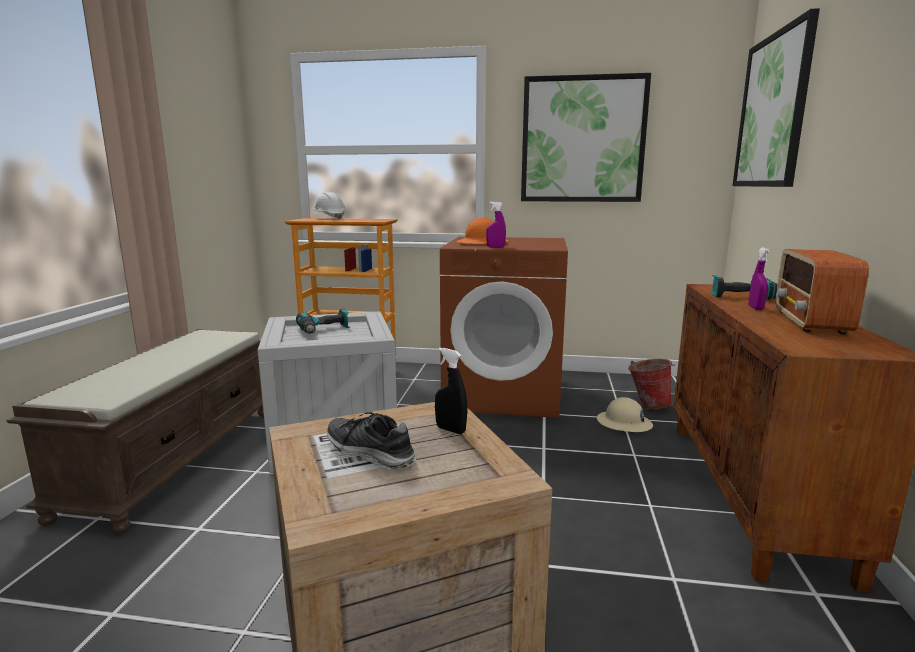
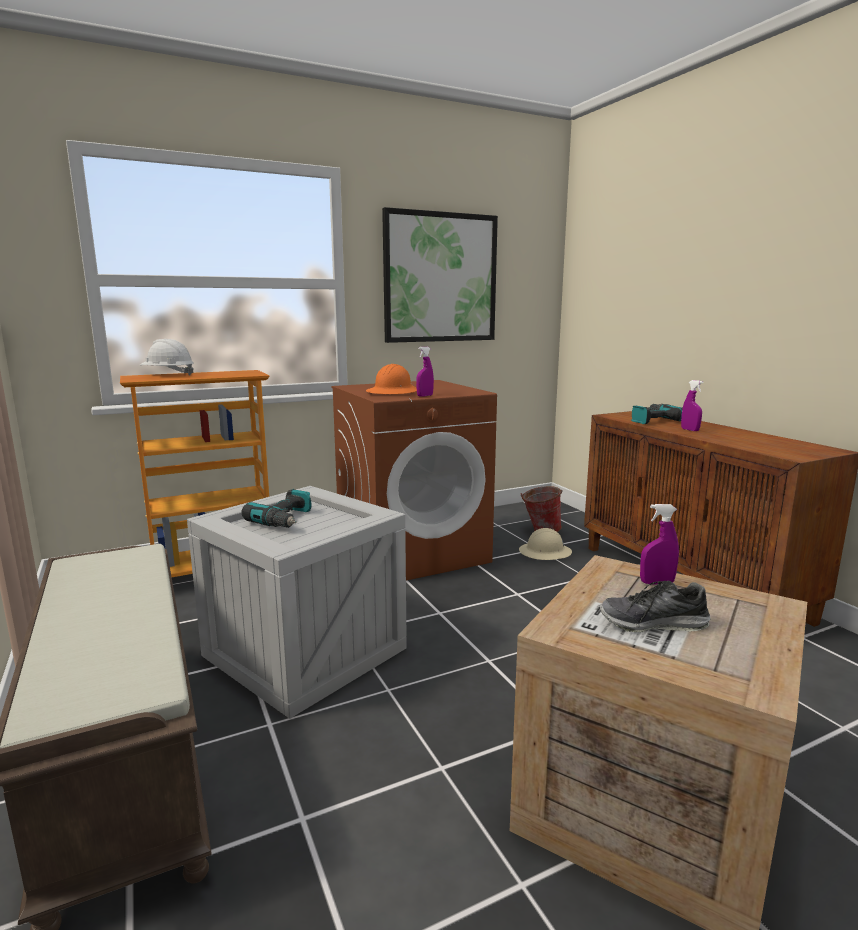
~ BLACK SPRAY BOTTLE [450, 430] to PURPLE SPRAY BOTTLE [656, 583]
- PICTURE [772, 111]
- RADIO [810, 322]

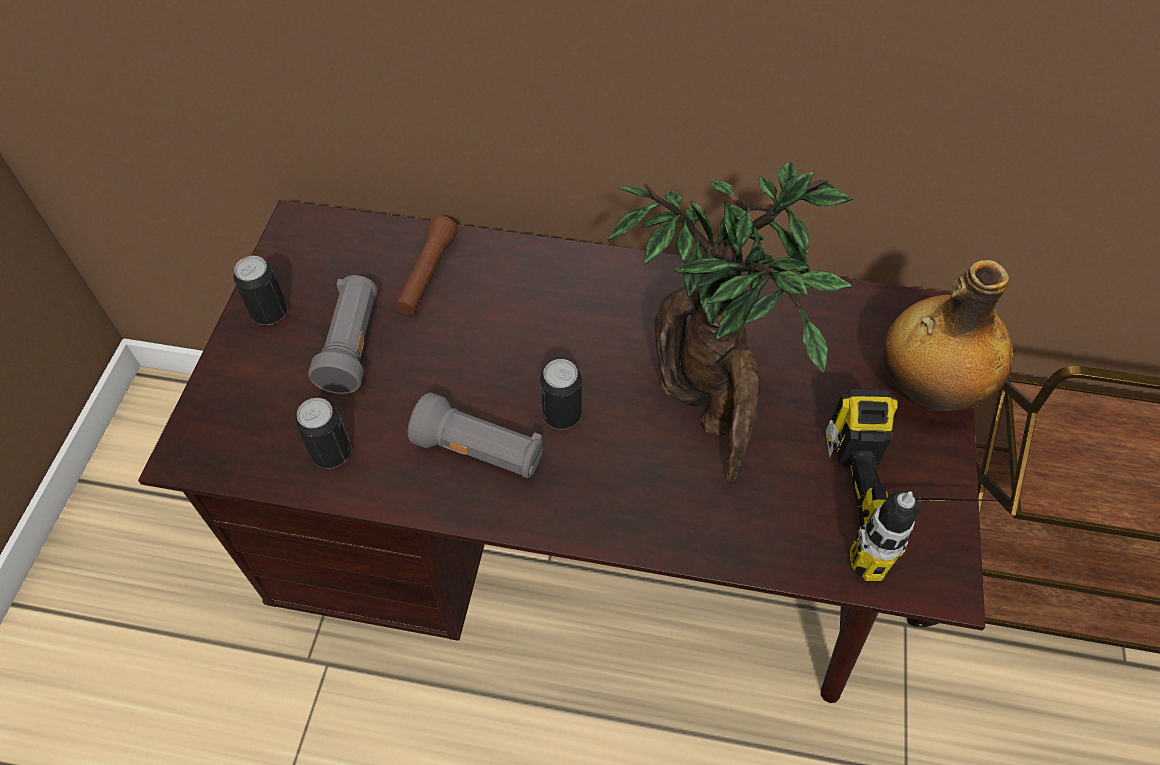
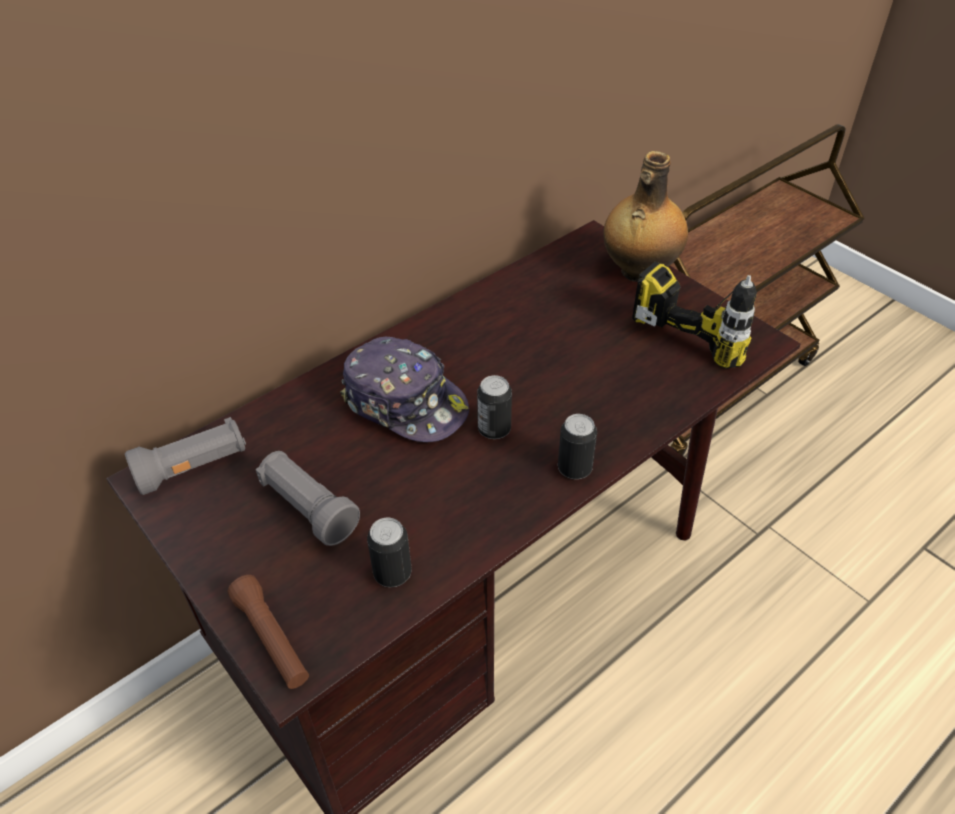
~ GREY FLASHLIGHT [480, 452] to [194, 468]
~ BROWN FLASHLIGHT [427, 274] to [271, 639]
+ CAP [405, 403]
~ CAN [270, 313] to [574, 468]
- POTTED PLANT [706, 413]

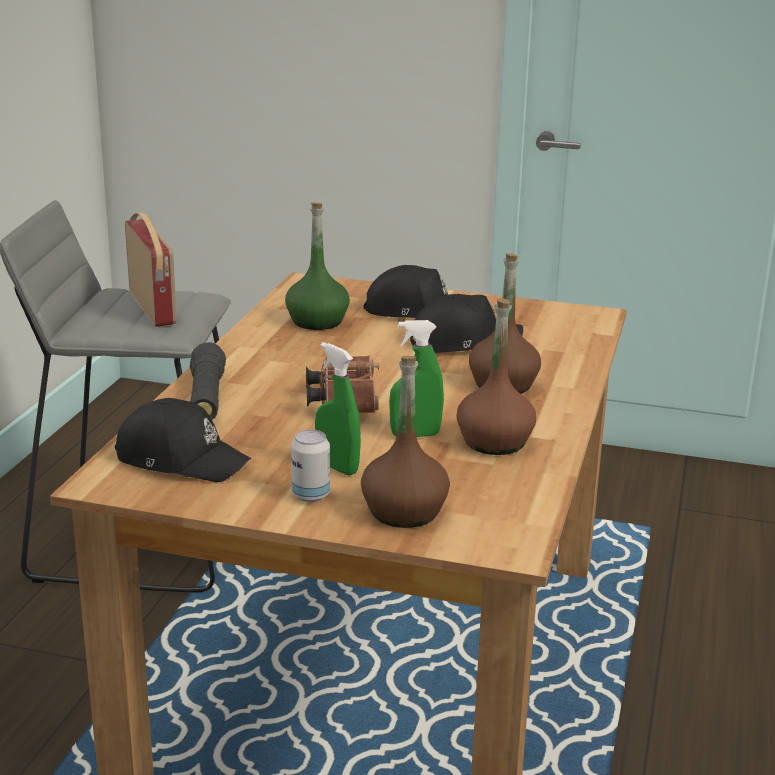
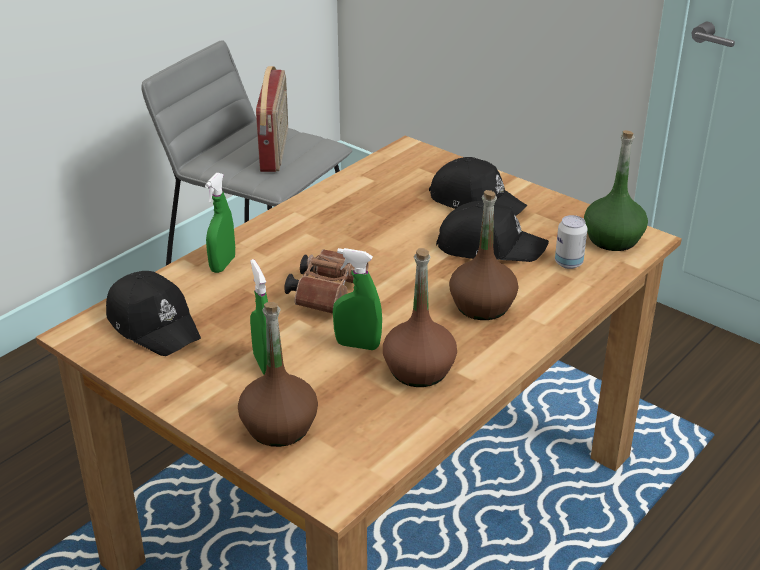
~ BLACK FLASHLIGHT [206, 399] to GREEN SPRAY BOTTLE [223, 264]
~ CAN [310, 495] to [568, 263]
~ GREEN BOTTLE [317, 321] to [613, 239]

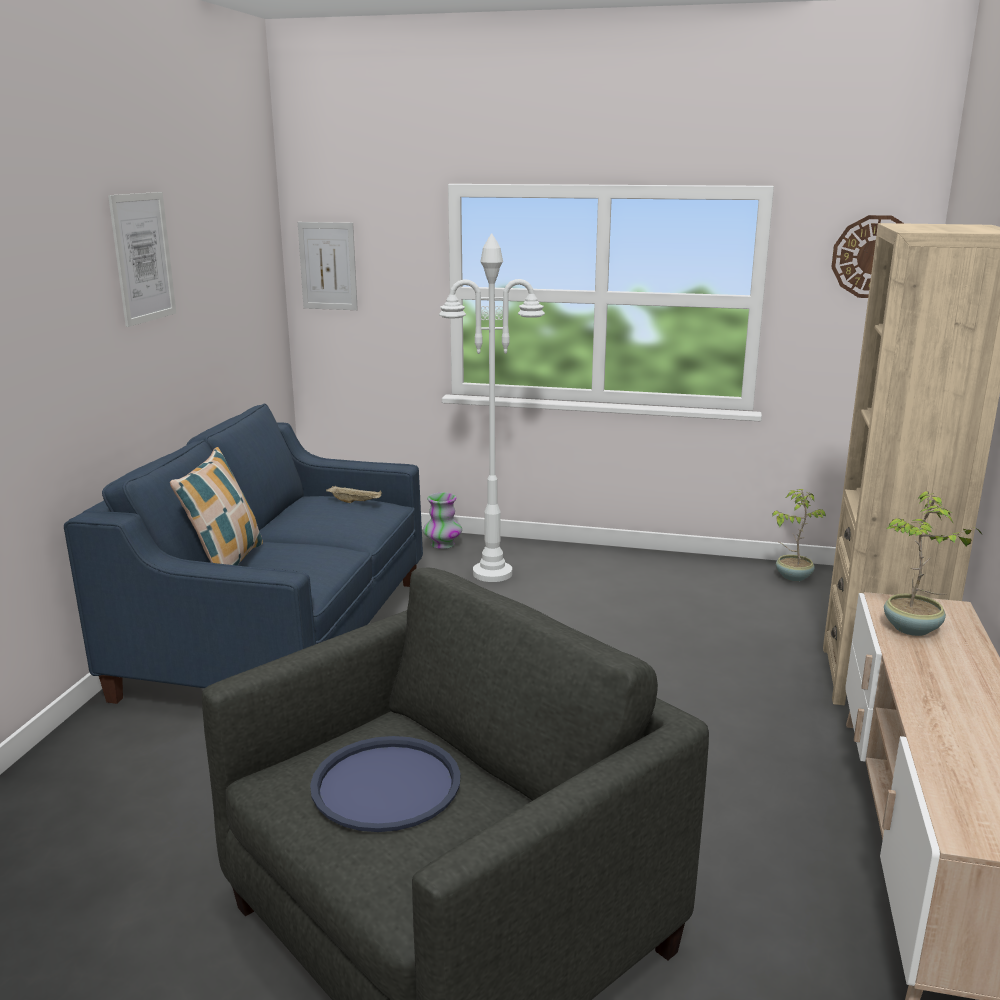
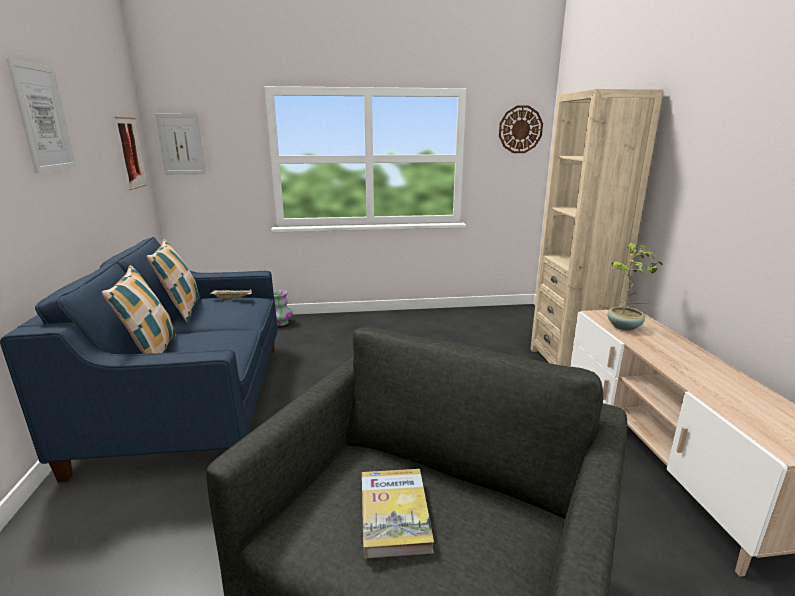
+ PICTURE [131, 153]
+ PILLOW [182, 311]
~ BLUE TRAY [386, 784] to BOOK [394, 514]
- WHITE FLOOR LAMP [493, 573]
- POTTED PLANT [792, 576]

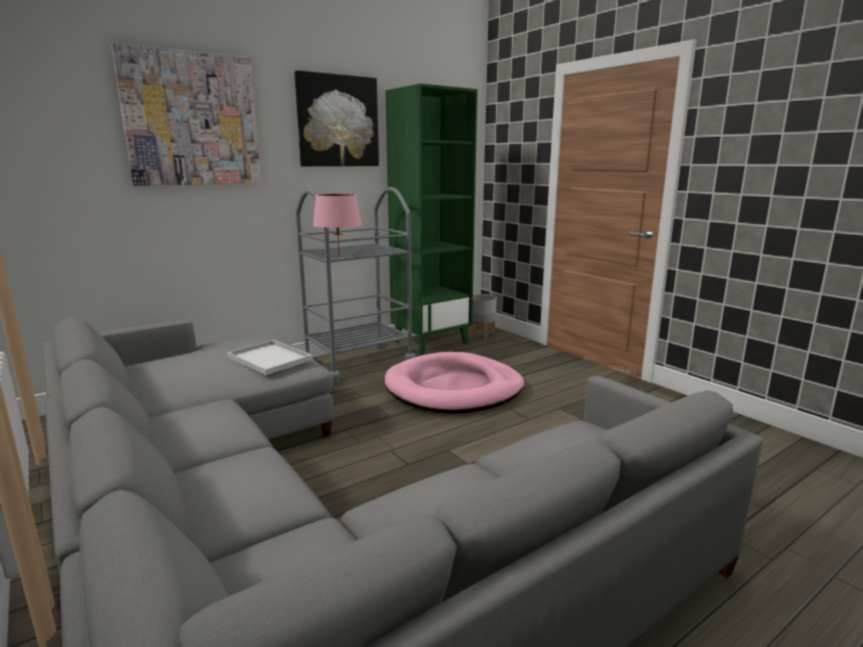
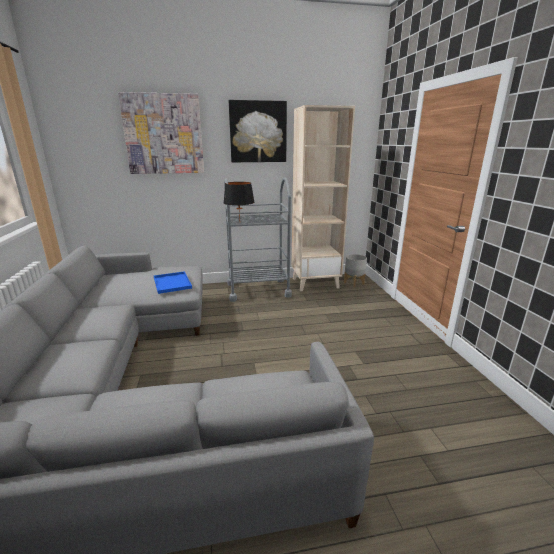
~ WHITE TRAY [271, 358] to BLUE TRAY [173, 283]
~ PINK TABLE LAMP [339, 256] to BLACK TABLE LAMP [239, 222]
~ GREEN BOOKCASE [431, 342] to BEIGE BOOKCASE [315, 283]
- PINK DOG BED [454, 389]

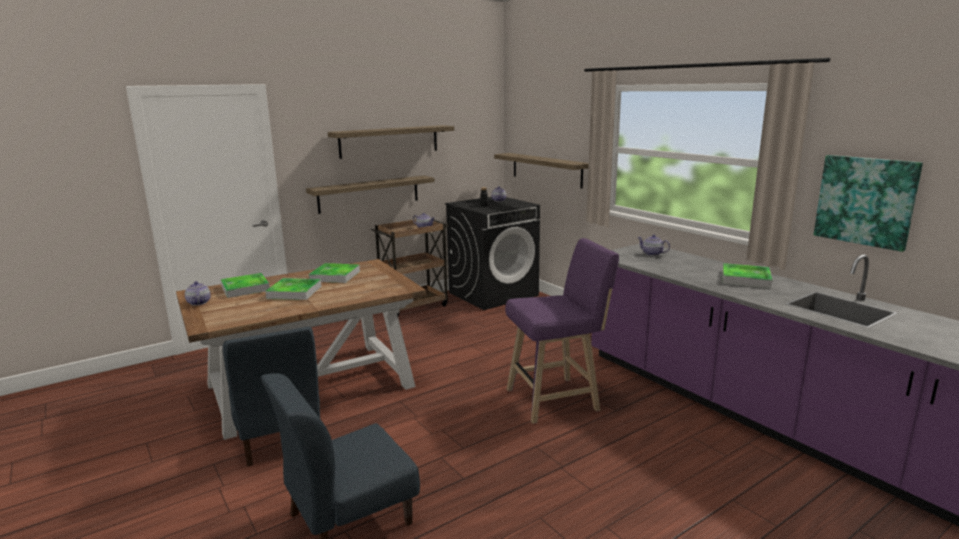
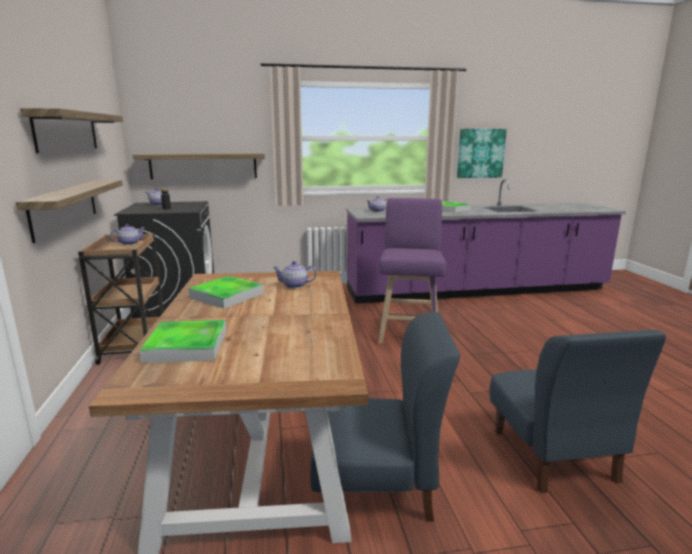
~ TEAPOT [198, 303] to [295, 285]
- TRAY [294, 292]

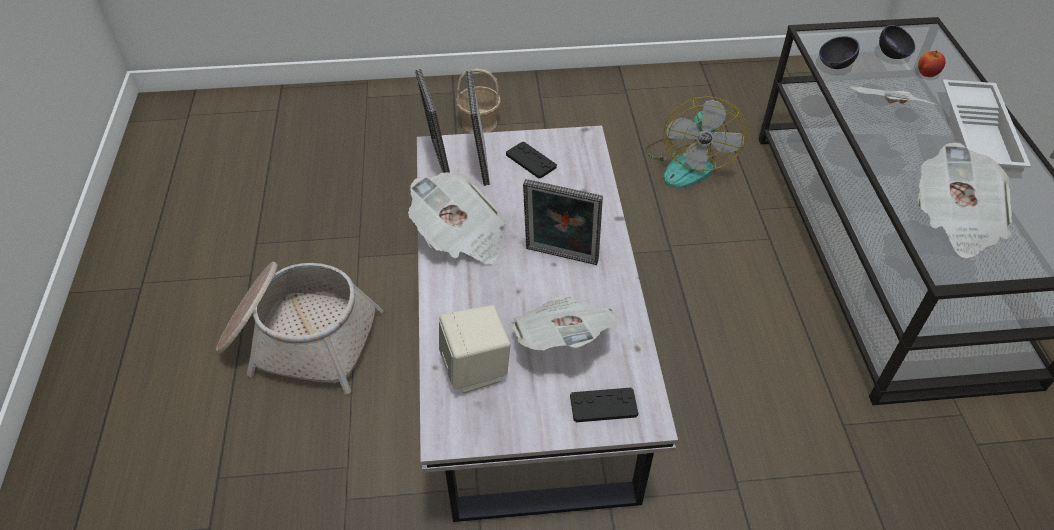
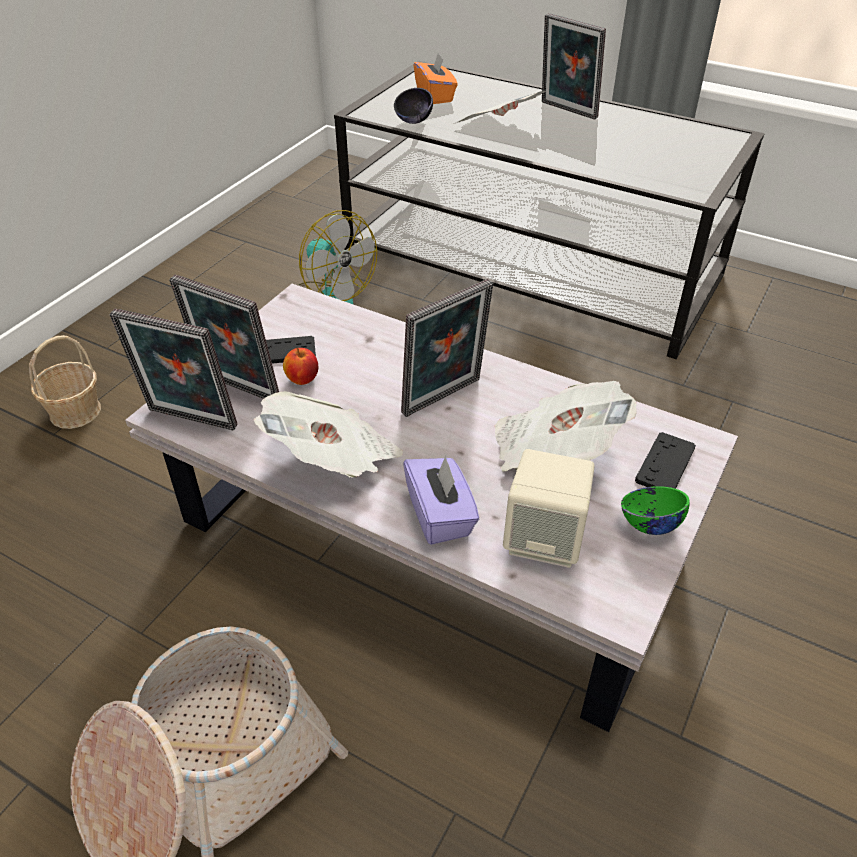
~ APPLE [927, 74] to [302, 379]
+ PURPLE TISSUE BOX [440, 516]
~ BLACK BOWL [892, 55] to ORANGE TISSUE BOX [435, 96]
~ WHITE TRAY [979, 135] to PICTURE FRAME [566, 111]
+ GREEN BOWL [649, 523]
- NEWSPAPER [955, 220]

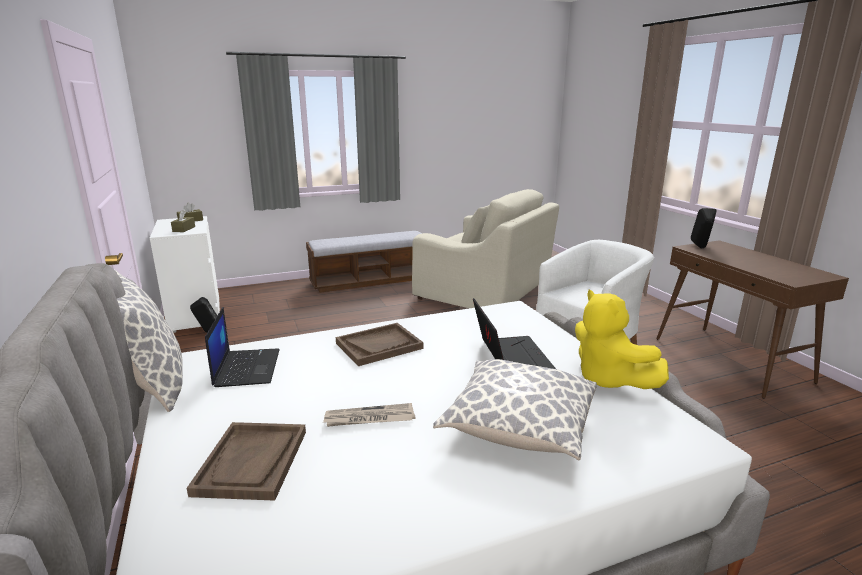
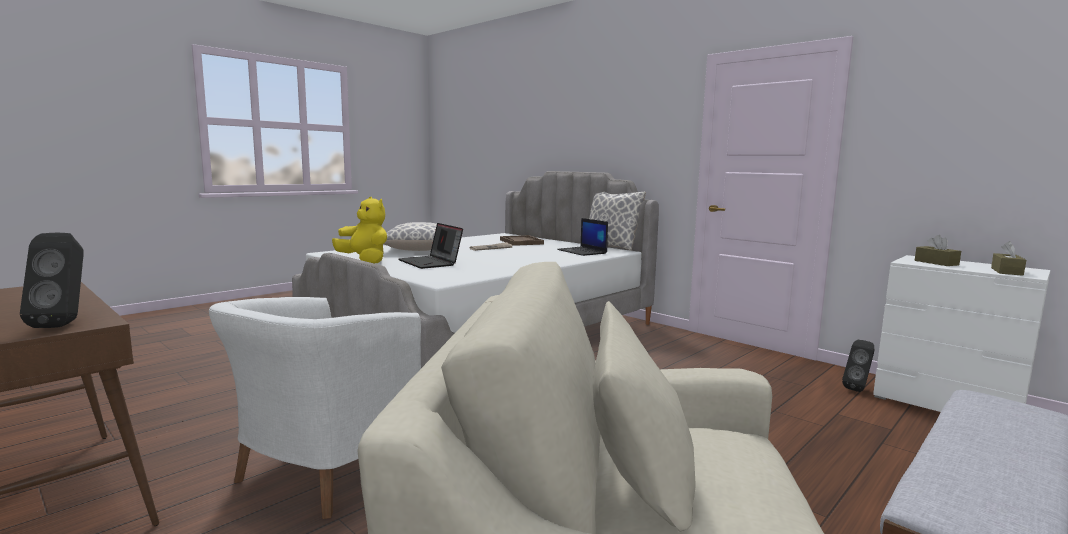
- BROWN TRAY [379, 346]

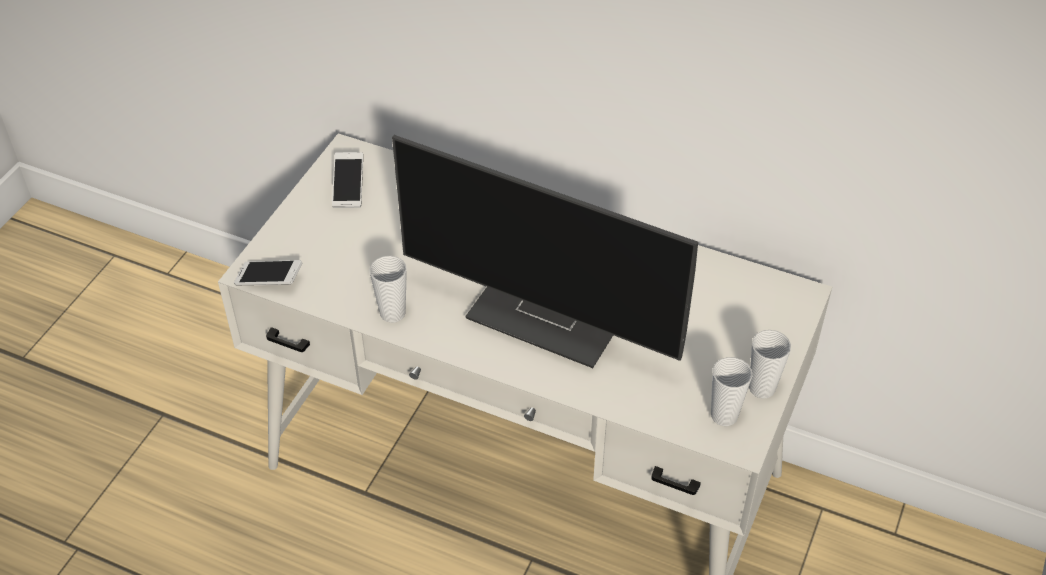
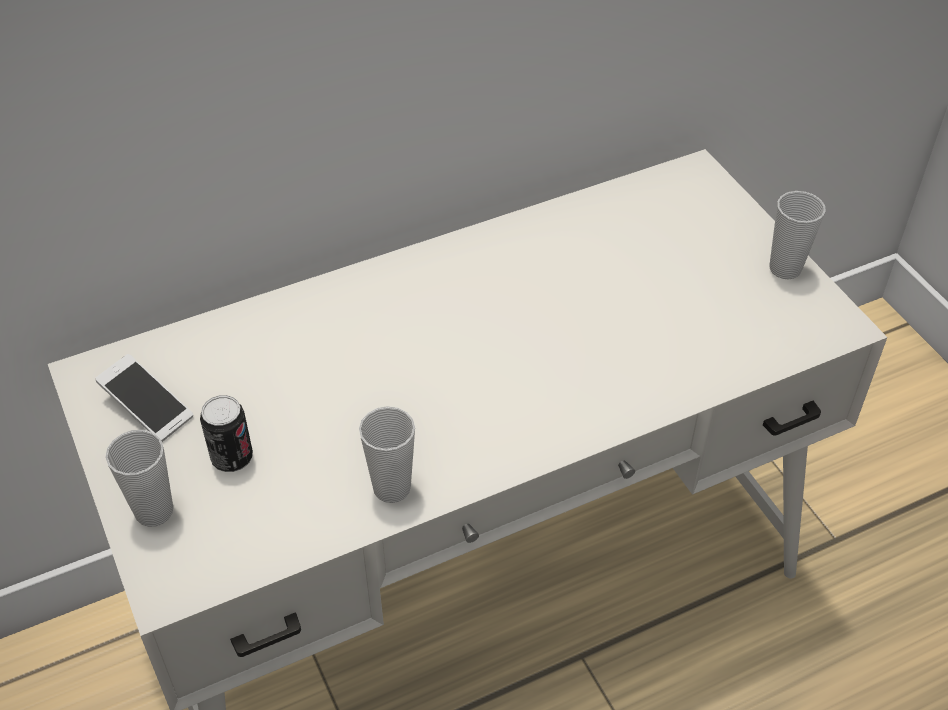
~ CUP [724, 415] to [154, 511]
+ CAN [232, 458]
- PHONE [269, 280]
- MONITOR [552, 315]

